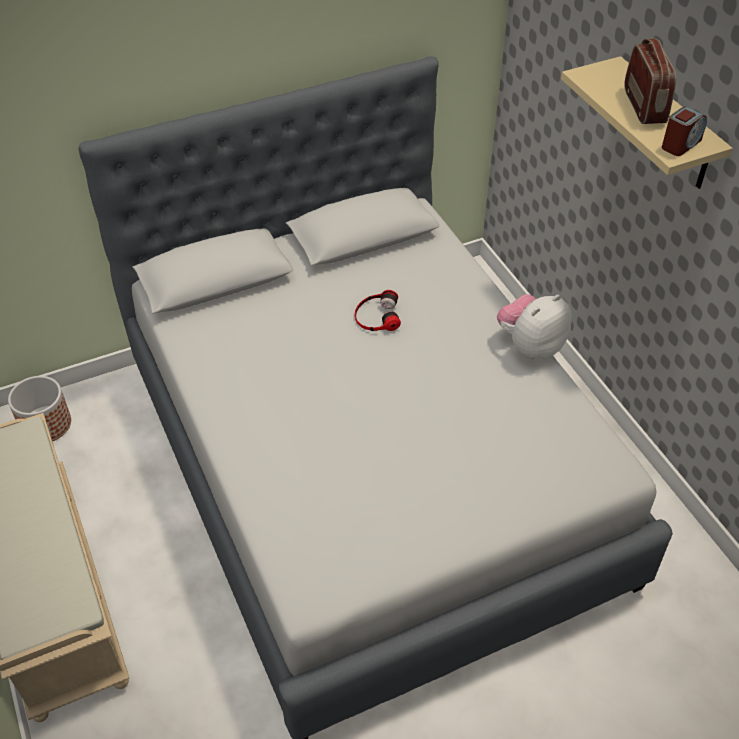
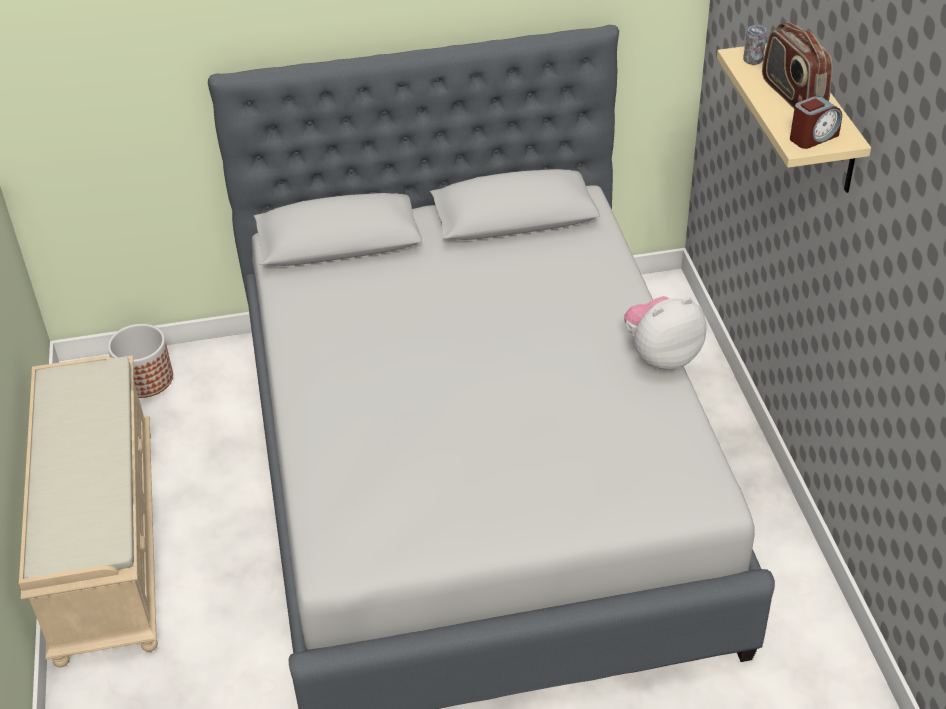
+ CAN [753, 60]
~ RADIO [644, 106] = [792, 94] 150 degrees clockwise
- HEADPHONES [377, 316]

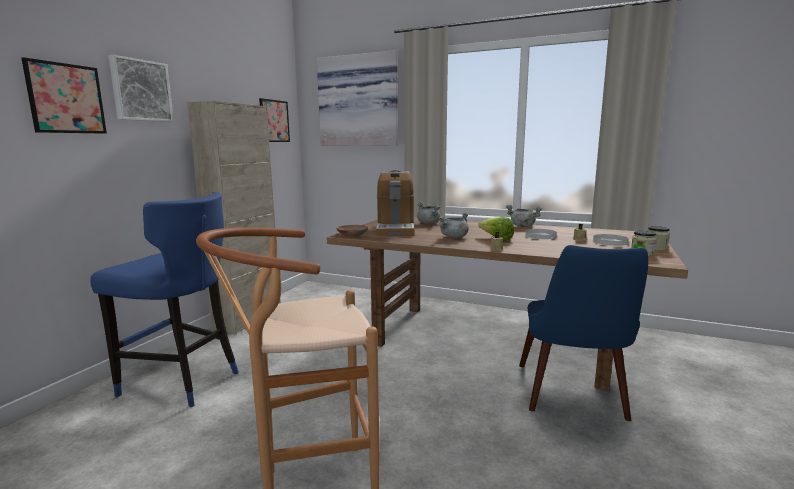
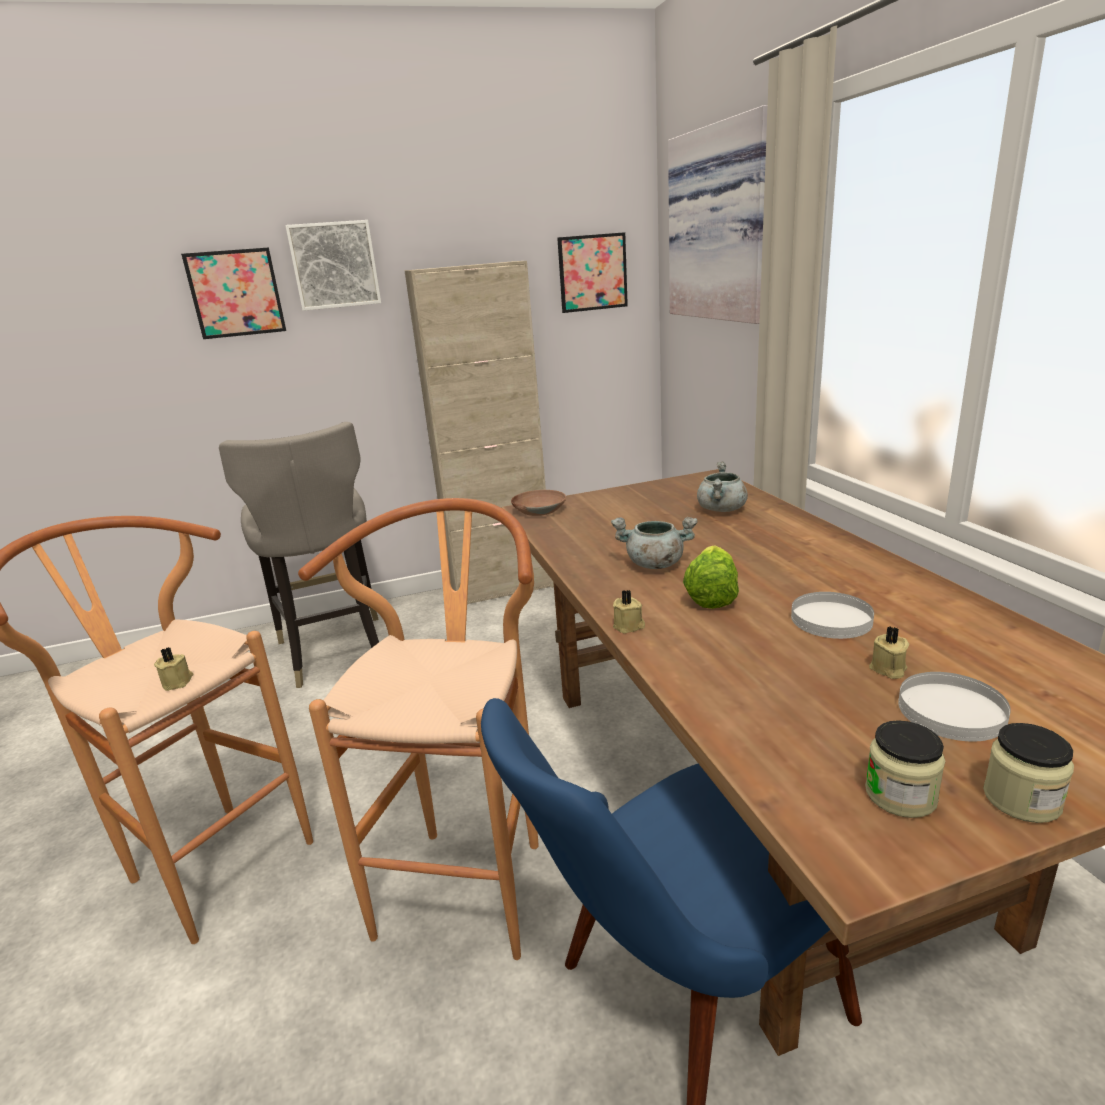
+ BEIGE CANDLE [178, 682]
~ BLUE STOOL [182, 382] to GREY STOOL [334, 652]
+ BROWN STOOL [470, 875]
- COFFEE MACHINE [395, 229]
- GREY COOKING POT [522, 226]

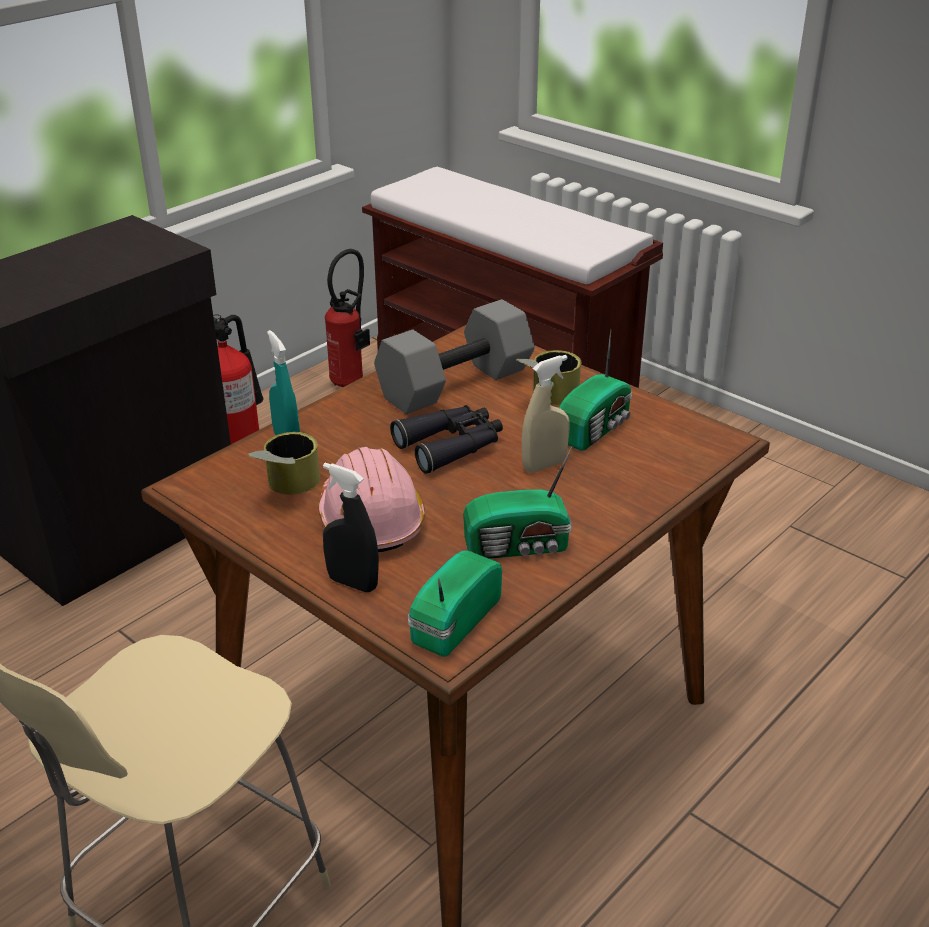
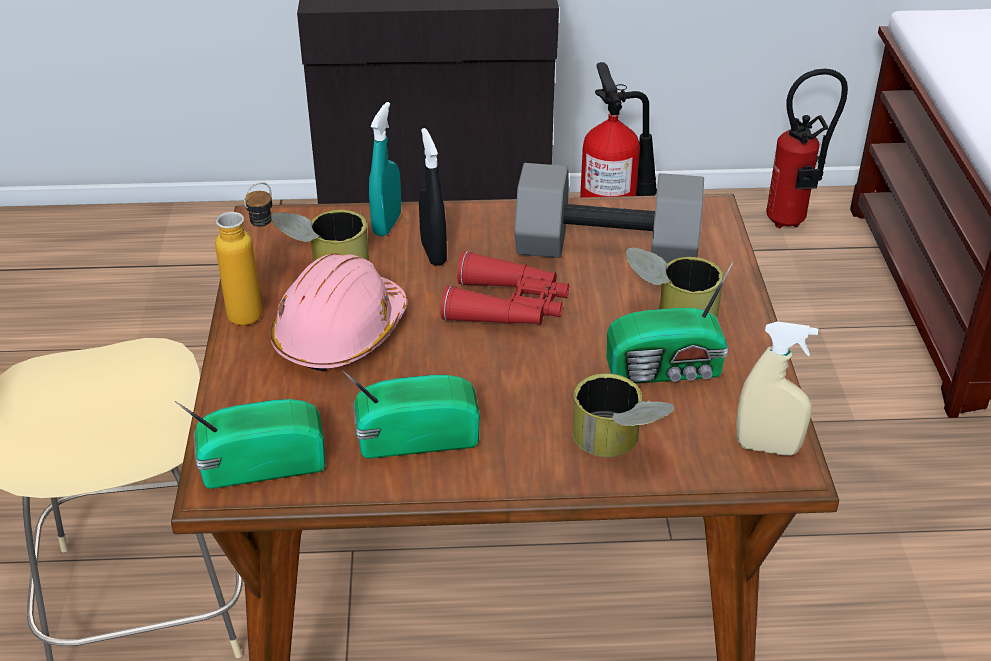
+ BOTTLE [257, 310]
~ RADIO [519, 546] = [413, 437] 135 degrees clockwise
~ BLACK SPRAY BOTTLE [352, 583] to [433, 253]
~ BLACK BINOCULARS [451, 446] to RED BINOCULARS [508, 307]
+ CAN [618, 446]
~ BEIGE SPRAY BOTTLE [544, 465] to [767, 447]

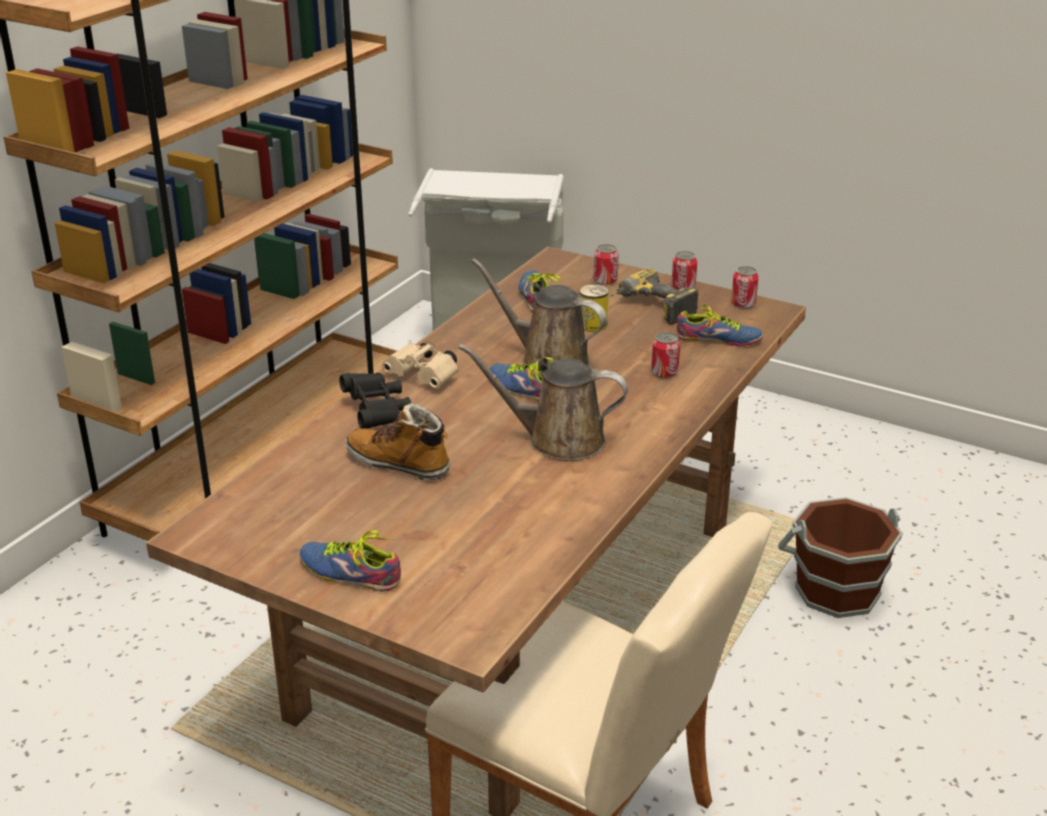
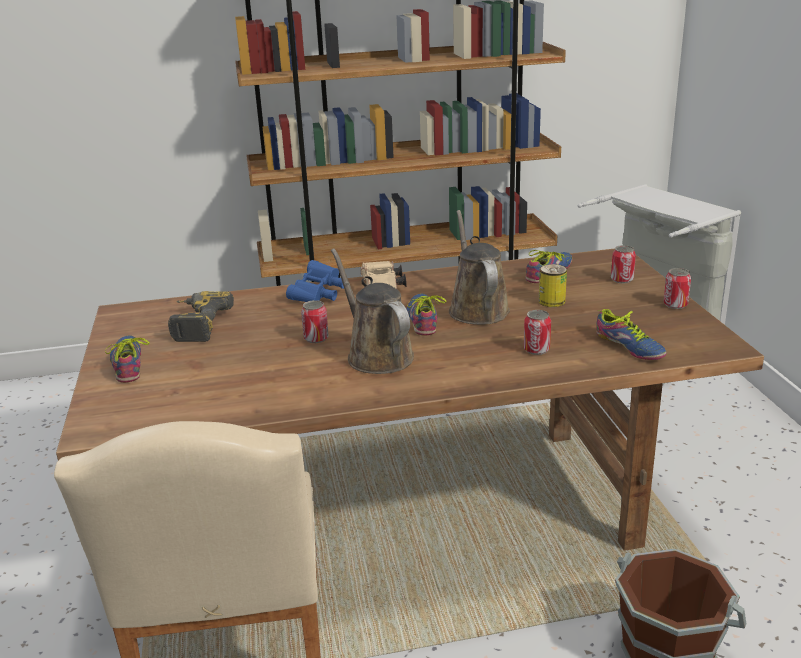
~ POWER DRILL [650, 309] to [196, 325]
~ BLACK BINOCULARS [377, 412] to BLUE BINOCULARS [319, 295]
~ CAN [743, 304] to [316, 338]
- BOOT [399, 464]

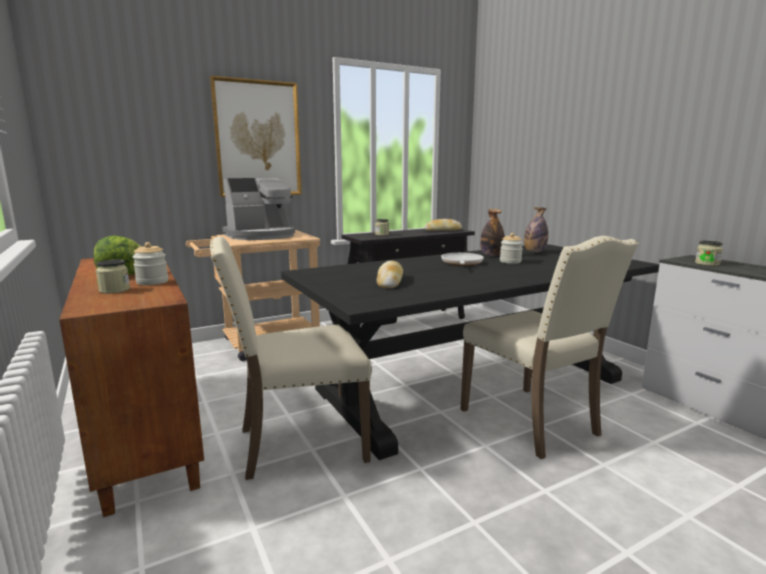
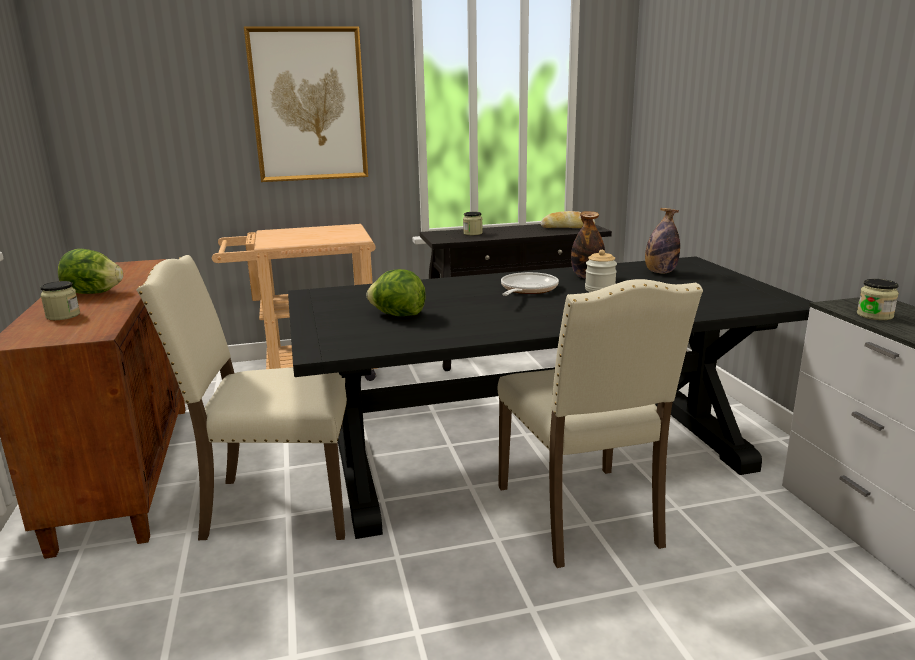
~ BREAD [390, 281] to LETTUCE [398, 315]
- JAR [152, 282]
- COFFEE MACHINE [261, 235]

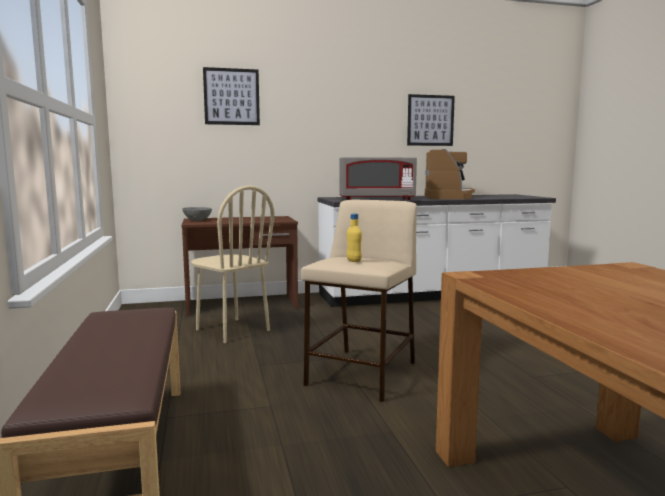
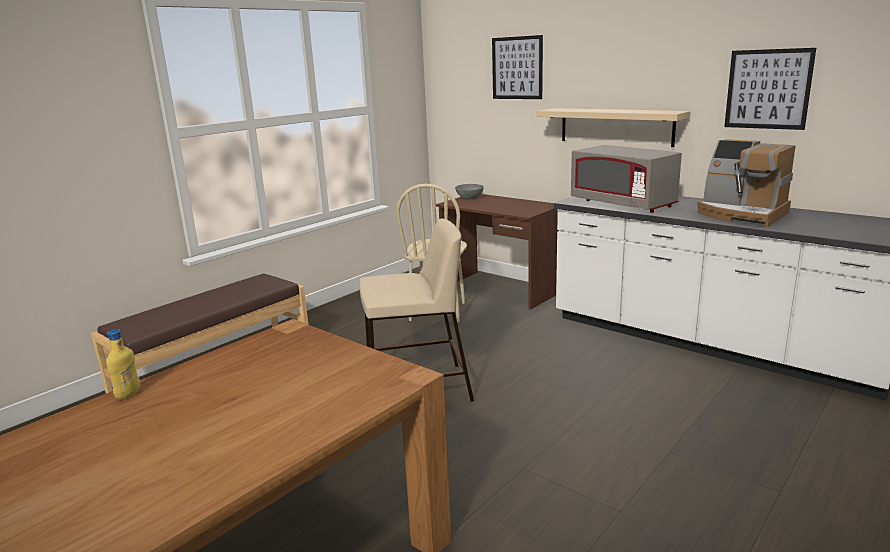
~ YELLOW BOTTLE [353, 261] to [128, 395]
+ BEIGE SHELF [616, 126]
~ COFFEE MACHINE [449, 197] = [741, 214] 75 degrees clockwise

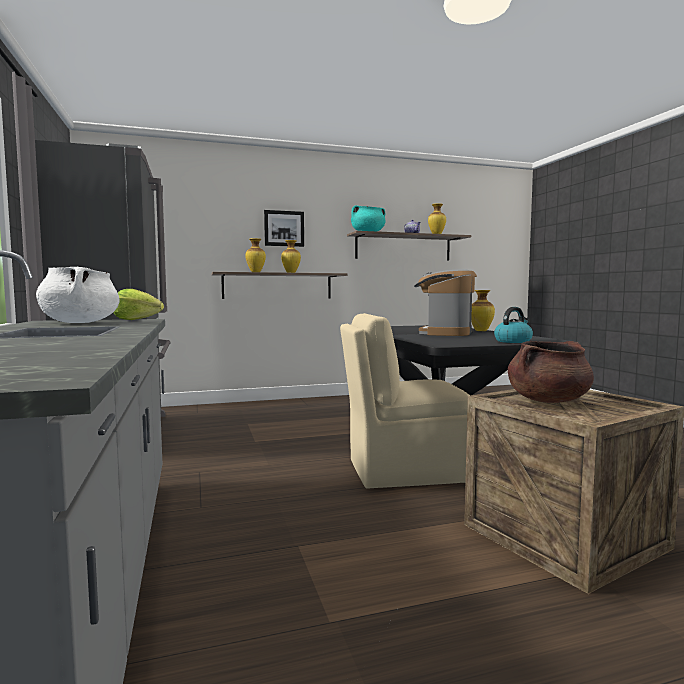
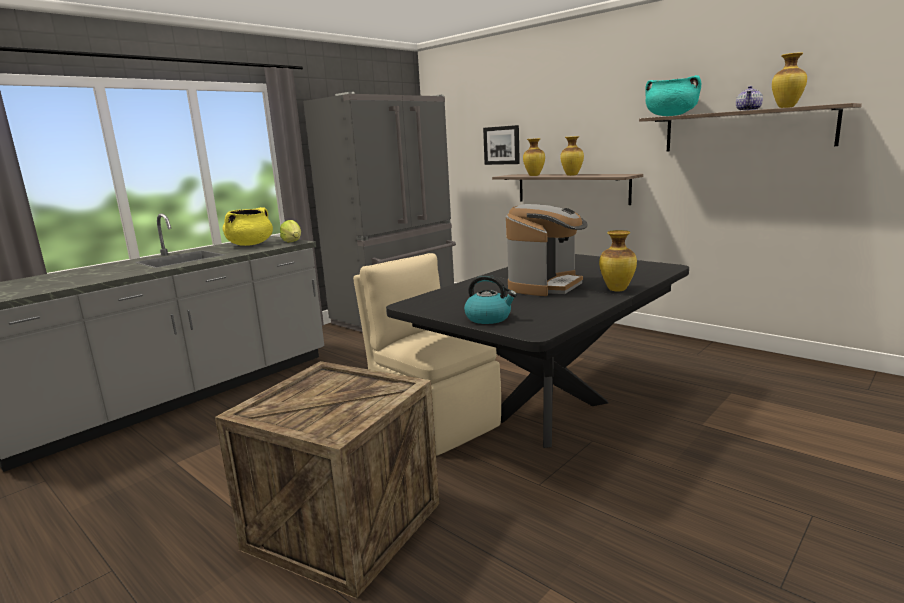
~ WHITE COOKING POT [80, 323] to YELLOW COOKING POT [250, 244]
~ PICTURE [284, 228] to [502, 145]
~ COFFEE MACHINE [445, 333] = [545, 286] 135 degrees clockwise
- BROWN COOKING POT [548, 401]

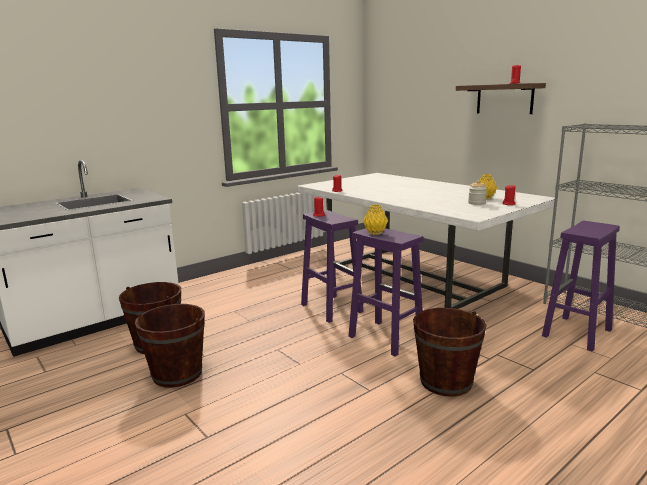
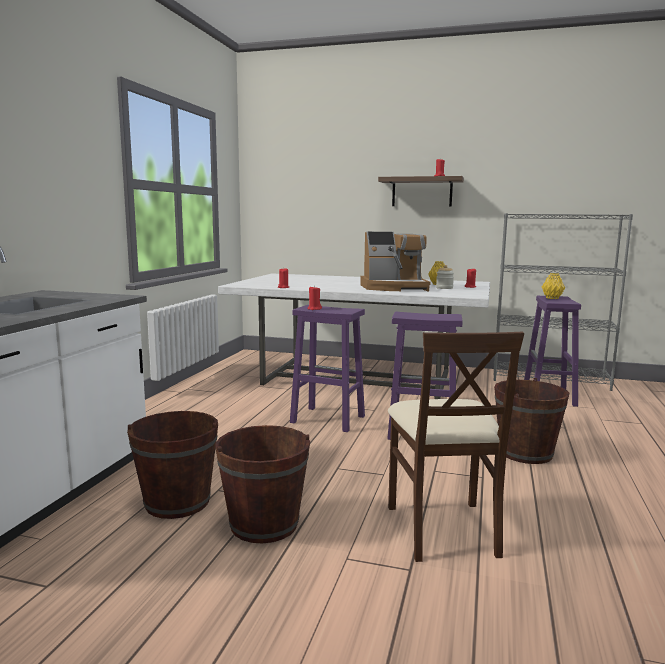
+ COFFEE MACHINE [394, 288]
+ BEIGE CHAIR [443, 529]
~ YELLOW VASE [375, 233] to [552, 298]

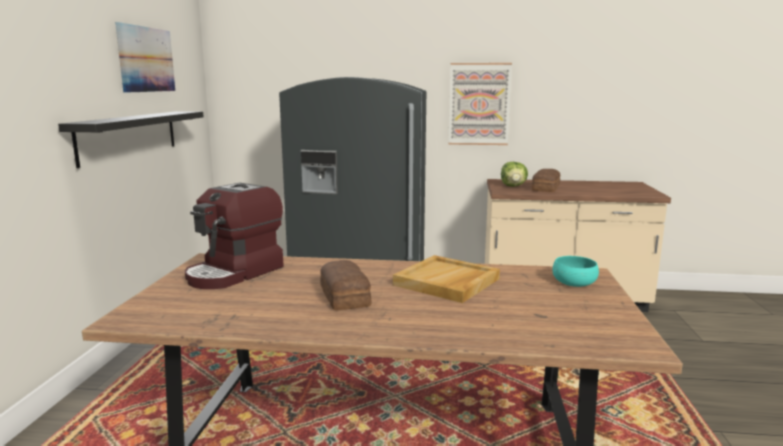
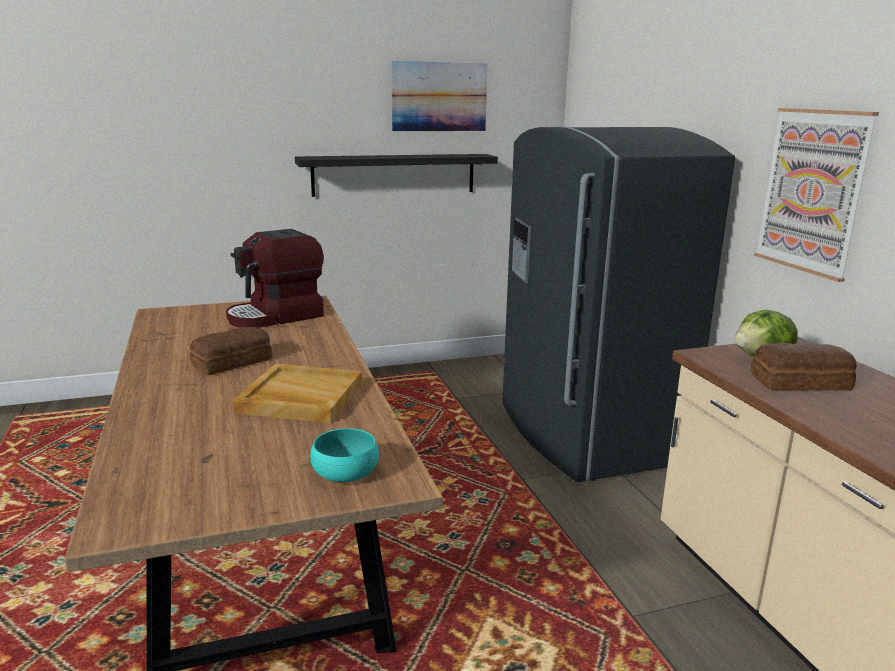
~ COFFEE MACHINE [235, 273] = [276, 316] 45 degrees counterclockwise

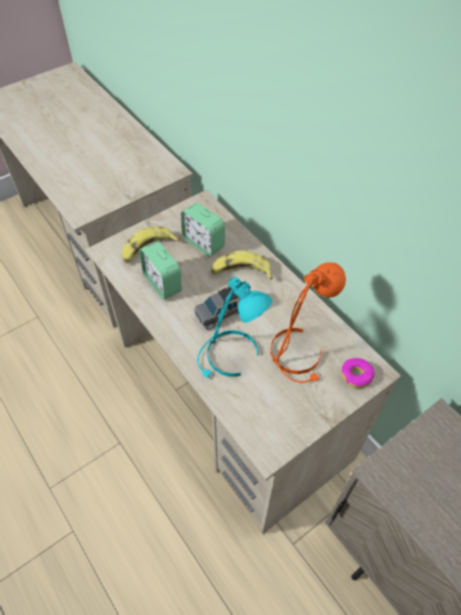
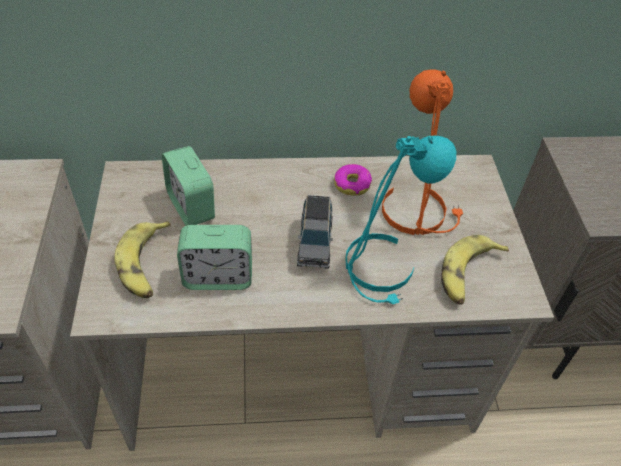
~ ALARM CLOCK [203, 243] = [191, 206] 75 degrees clockwise
~ DONUT [356, 375] to [352, 184]
~ BANANA [240, 271] to [467, 274]

